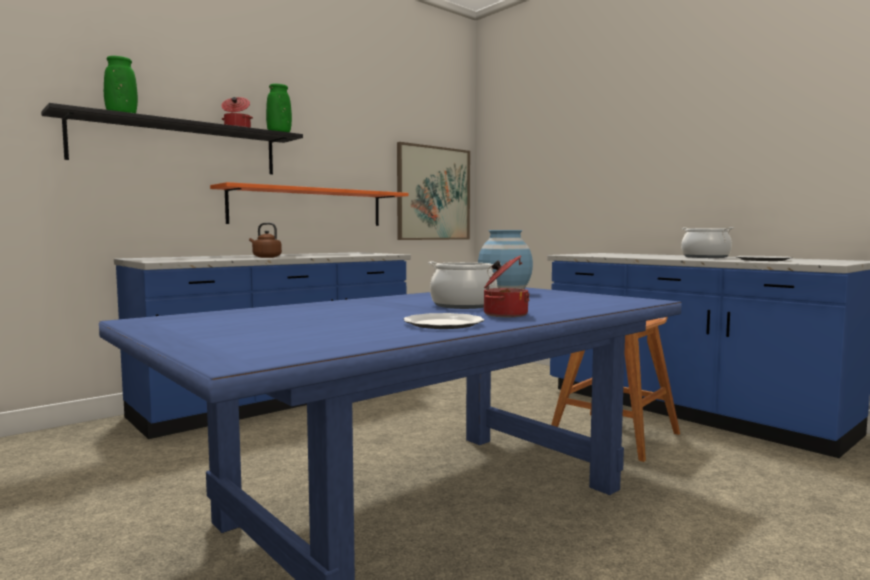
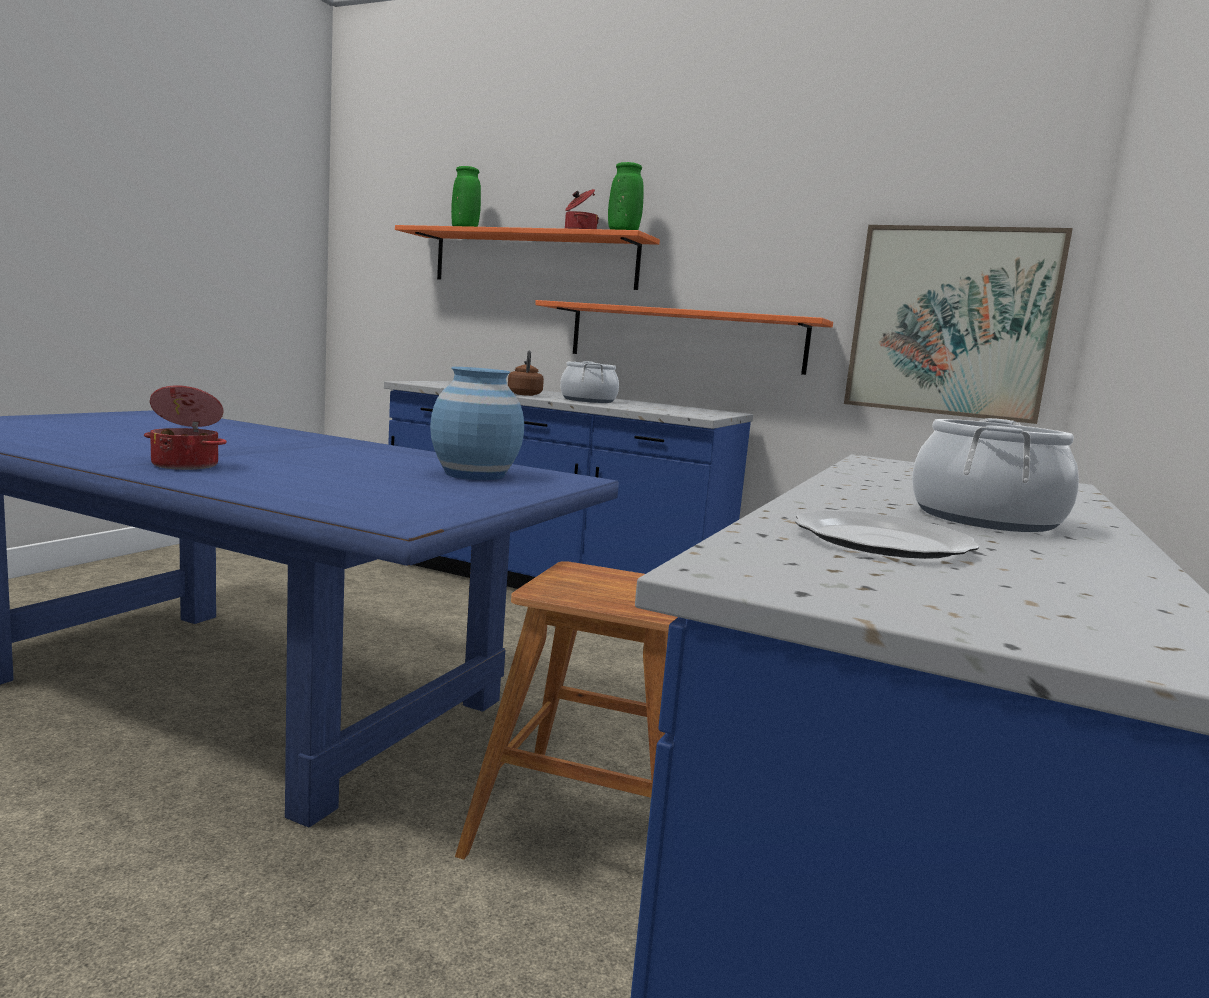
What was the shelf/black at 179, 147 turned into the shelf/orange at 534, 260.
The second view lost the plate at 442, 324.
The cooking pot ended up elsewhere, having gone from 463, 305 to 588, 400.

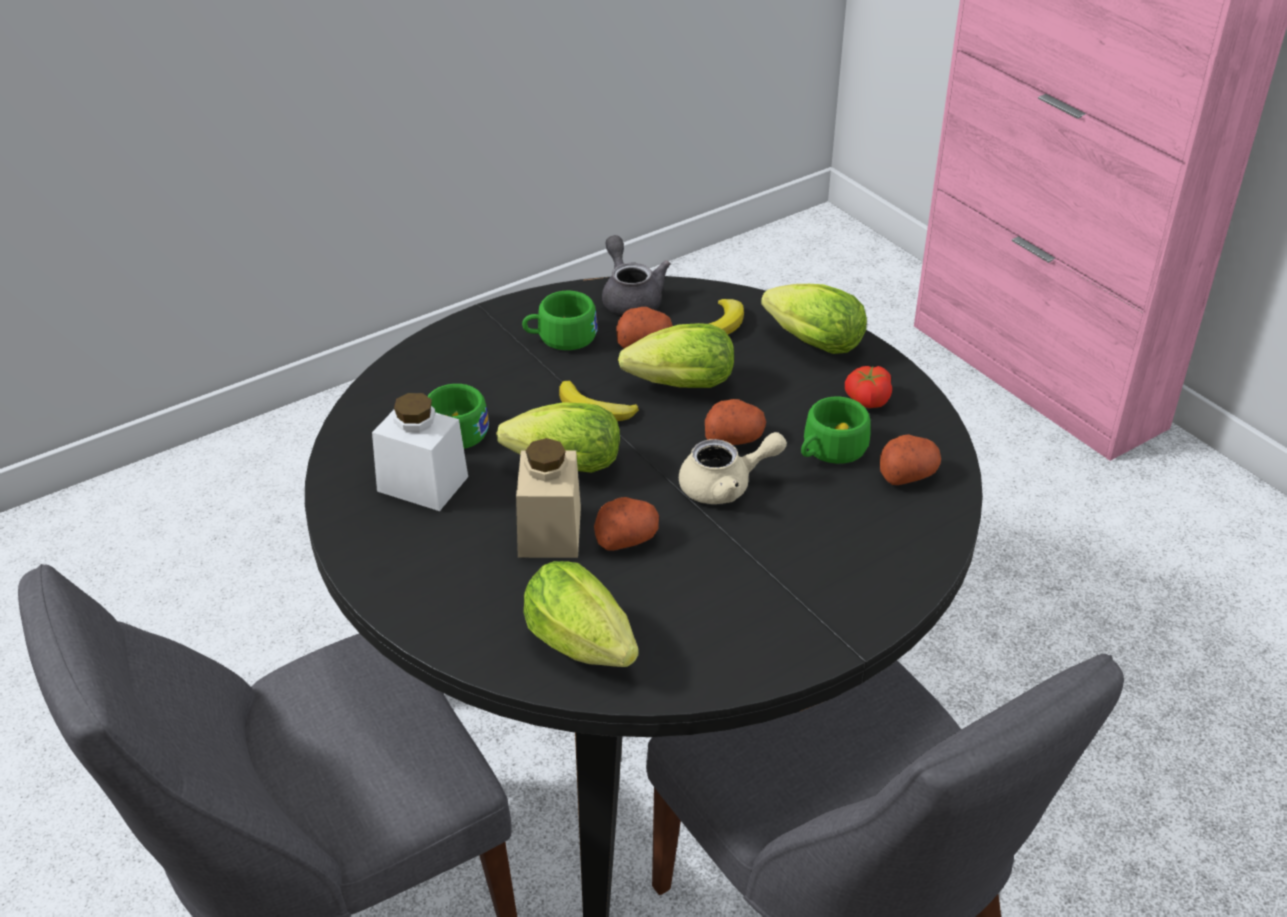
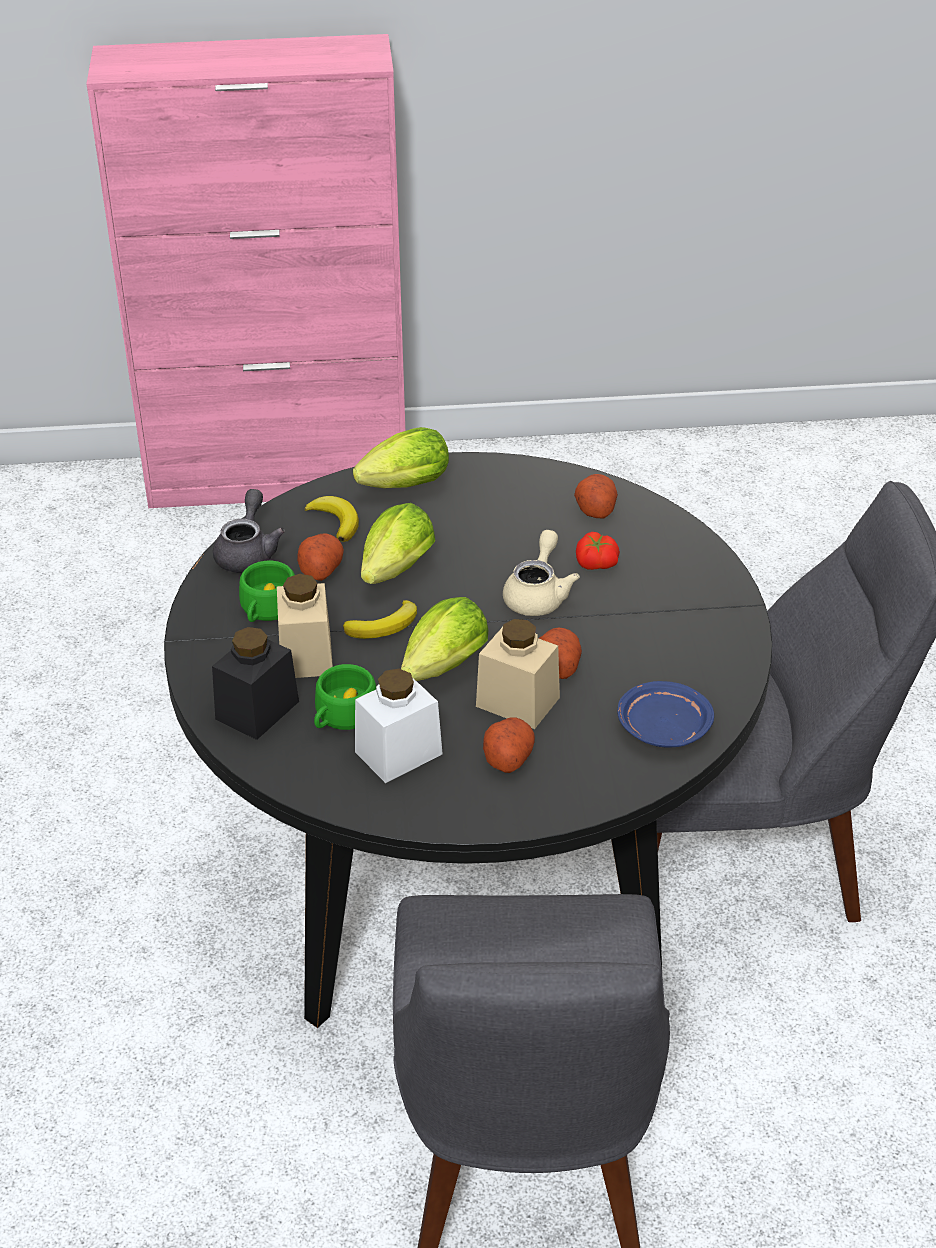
Where the lettuce stood at 586, 649, the plate/blue came to stand at 662, 727.
The teapot/grey at 630, 297 ended up facing another way, 90 degrees clockwise from before.
The potato ended up elsewhere, having gone from 734, 438 to 508, 756.
The second view lost the cup/green at 829, 450.
The tomato ended up elsewhere, having gone from 866, 399 to 595, 564.
The second view gained the jar/black at 257, 710.
The second view gained the jar/beige at 306, 655.

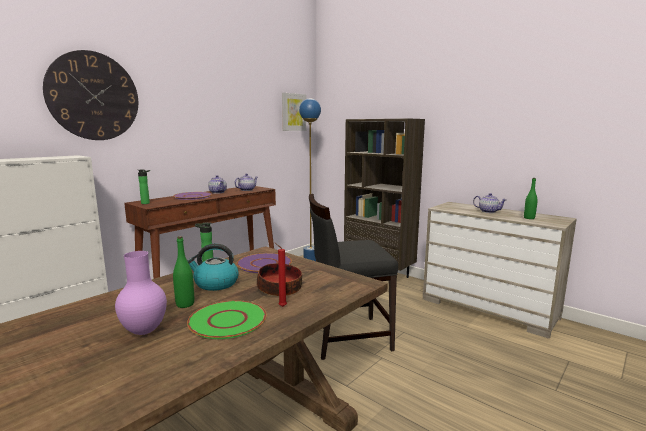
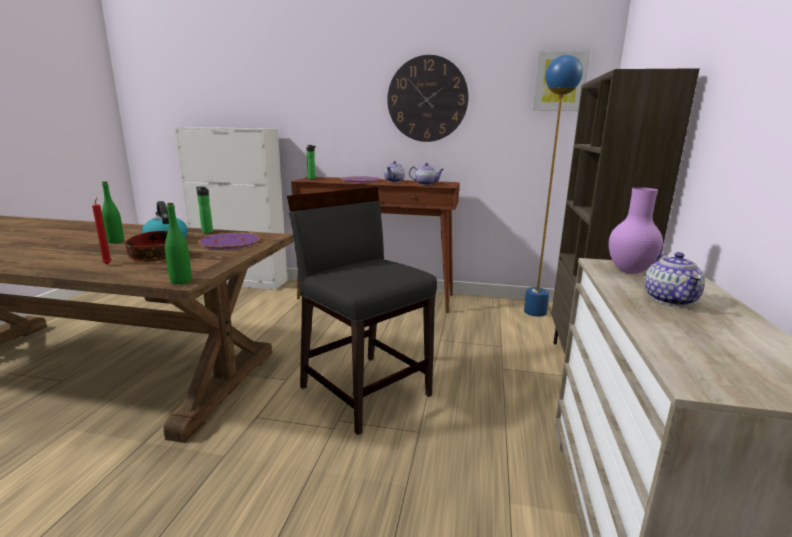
The wall clock ended up elsewhere, having gone from 93, 96 to 427, 99.
The vase/purple ended up elsewhere, having gone from 145, 331 to 630, 272.
The second view lost the plate/green at 227, 321.
The bottle/green ended up elsewhere, having gone from 529, 218 to 181, 281.

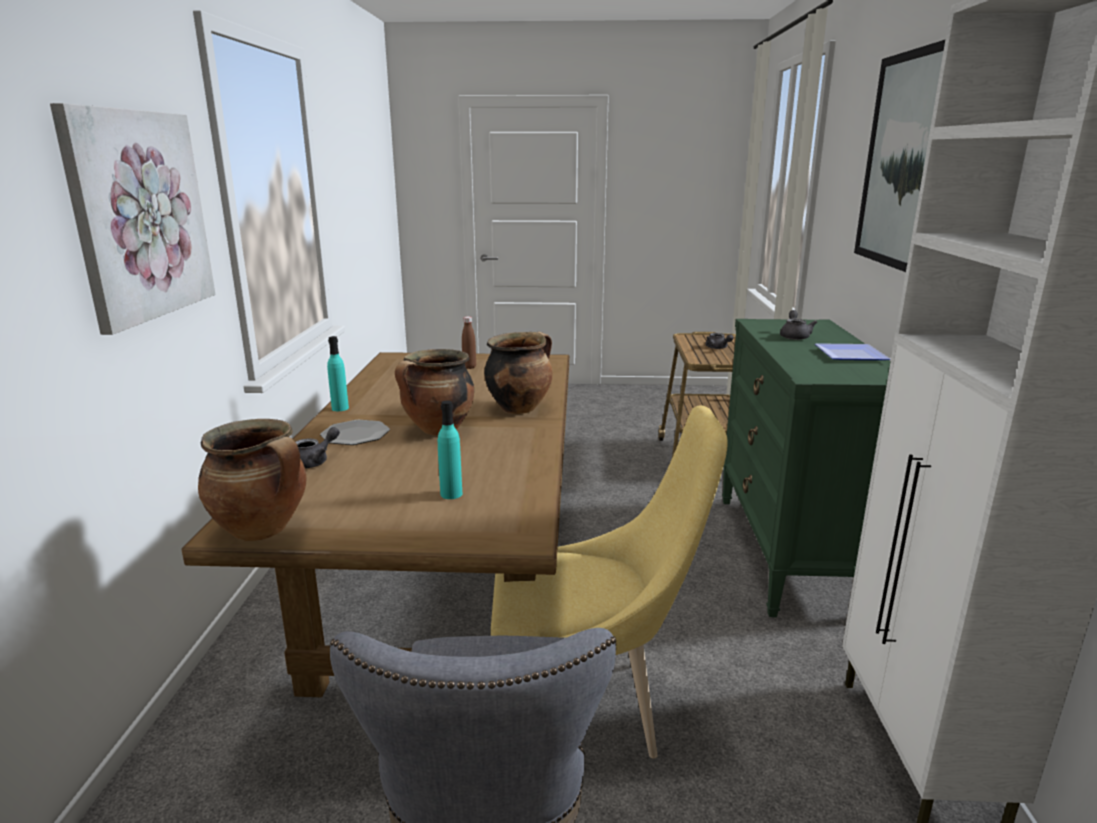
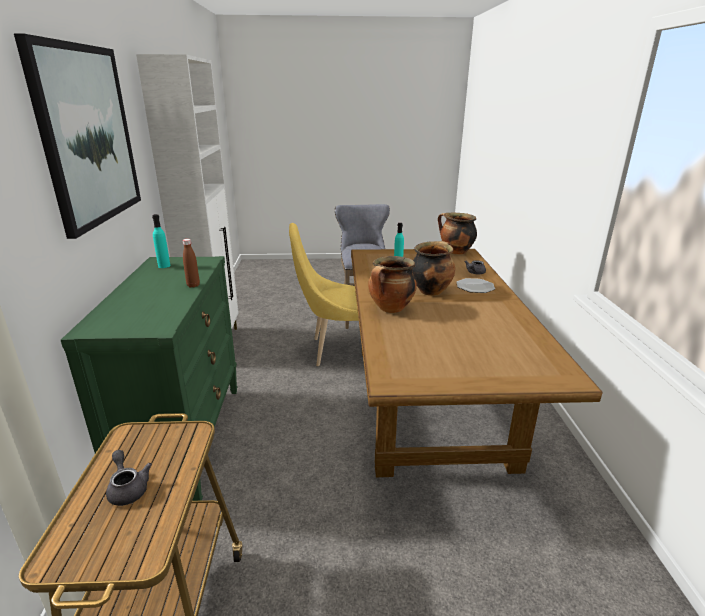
The second view lost the picture at 139, 215.
The bottle/turquoise ended up elsewhere, having gone from 340, 408 to 164, 266.
The bottle/brown ended up elsewhere, having gone from 469, 367 to 193, 285.
The second view lost the teapot/grey at 794, 336.
The second view lost the plate at 849, 356.

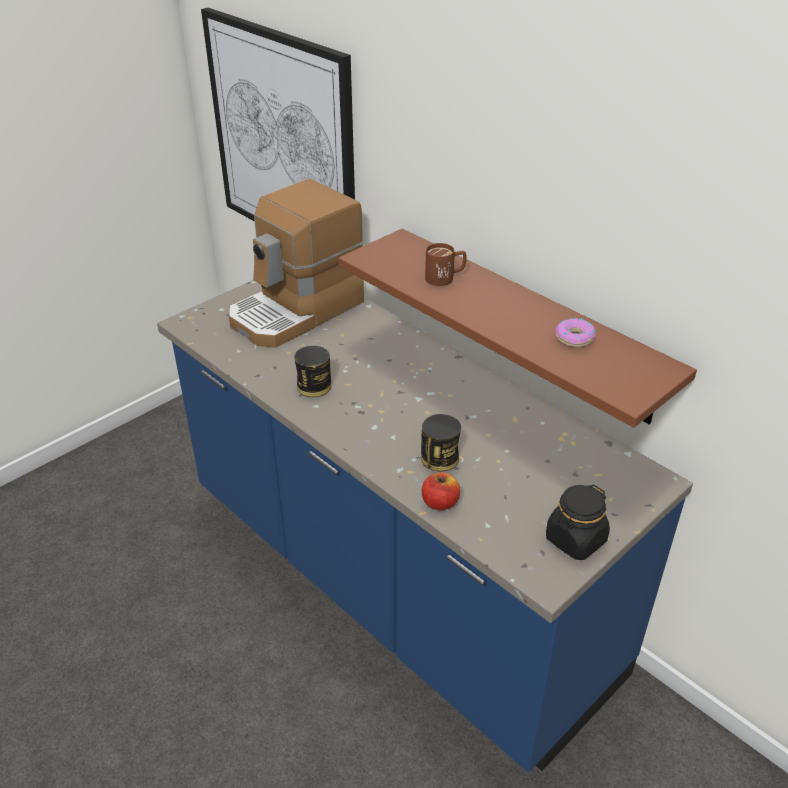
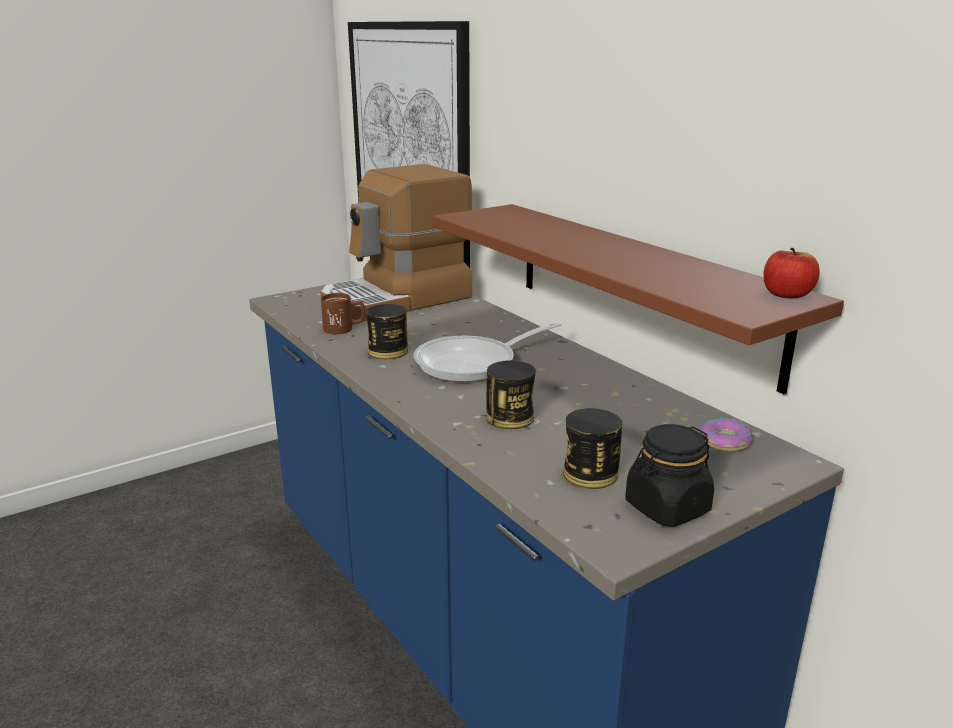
The apple ended up elsewhere, having gone from 440, 502 to 787, 295.
The mug/brown ended up elsewhere, having gone from 445, 278 to 344, 329.
The donut ended up elsewhere, having gone from 575, 338 to 725, 442.
The second view gained the frying pan at 473, 363.
The second view gained the can at 590, 474.

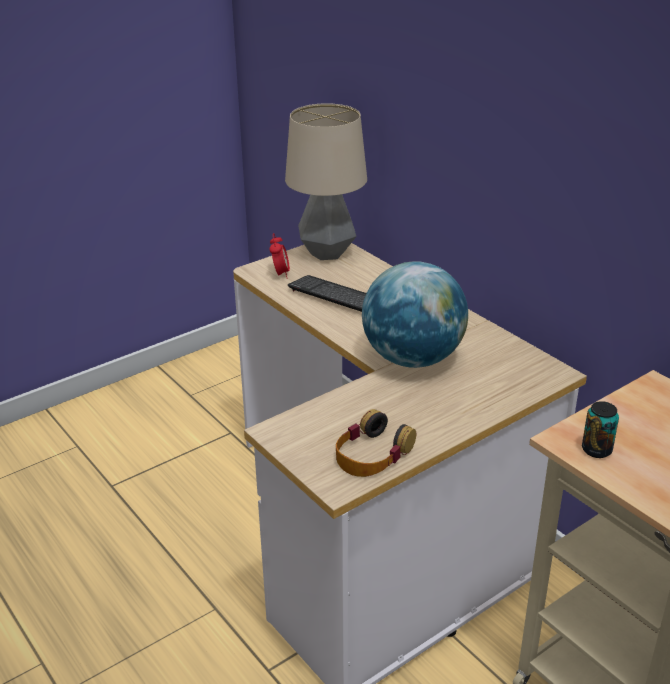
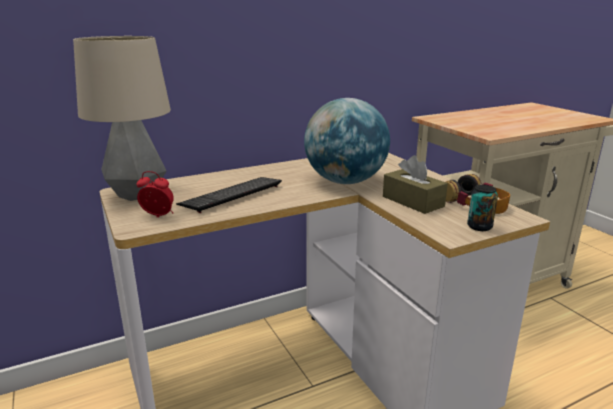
The can ended up elsewhere, having gone from 596, 450 to 479, 227.
The second view gained the tissue box/brown at 412, 201.

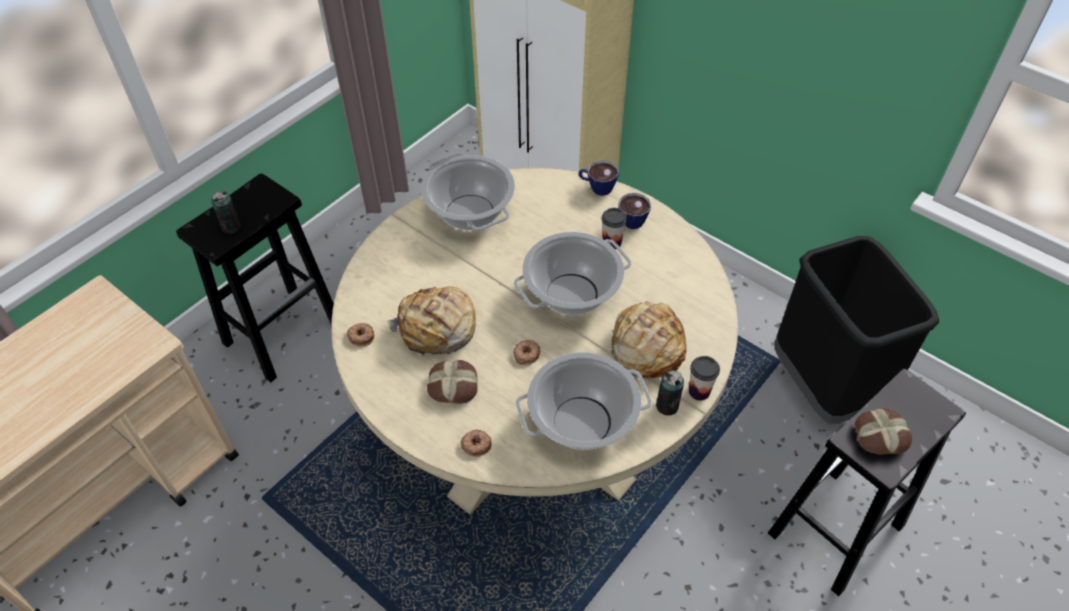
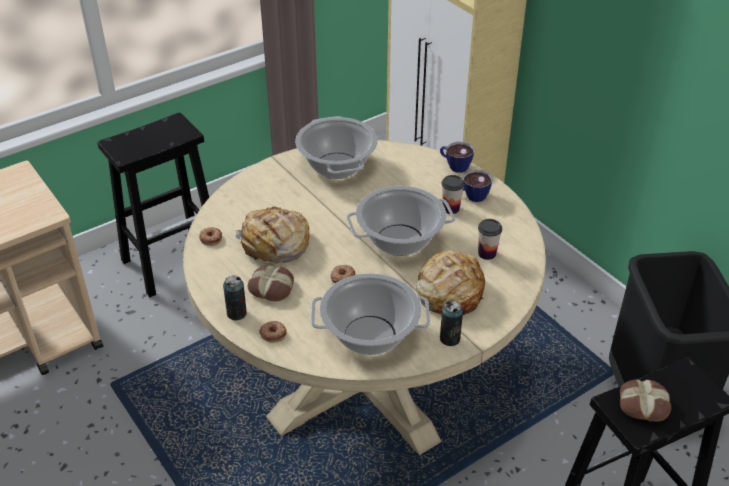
The can ended up elsewhere, having gone from 231, 226 to 236, 313.
The cup ended up elsewhere, having gone from 699, 391 to 487, 253.

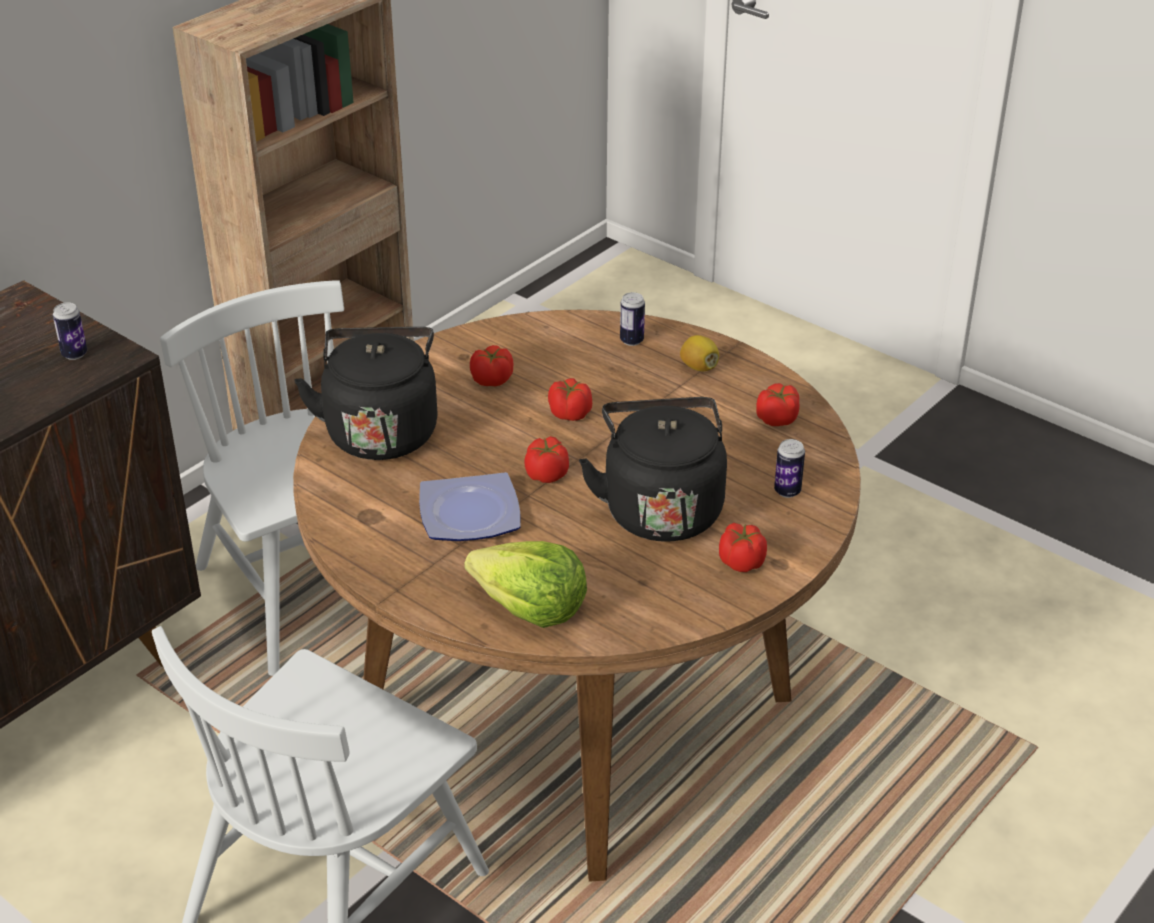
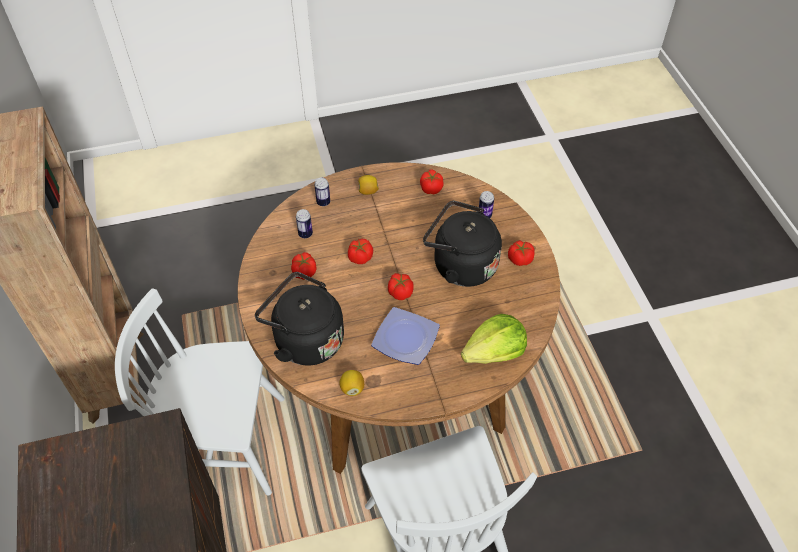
The can ended up elsewhere, having gone from 74, 354 to 305, 234.
The second view gained the lemon at 352, 388.

